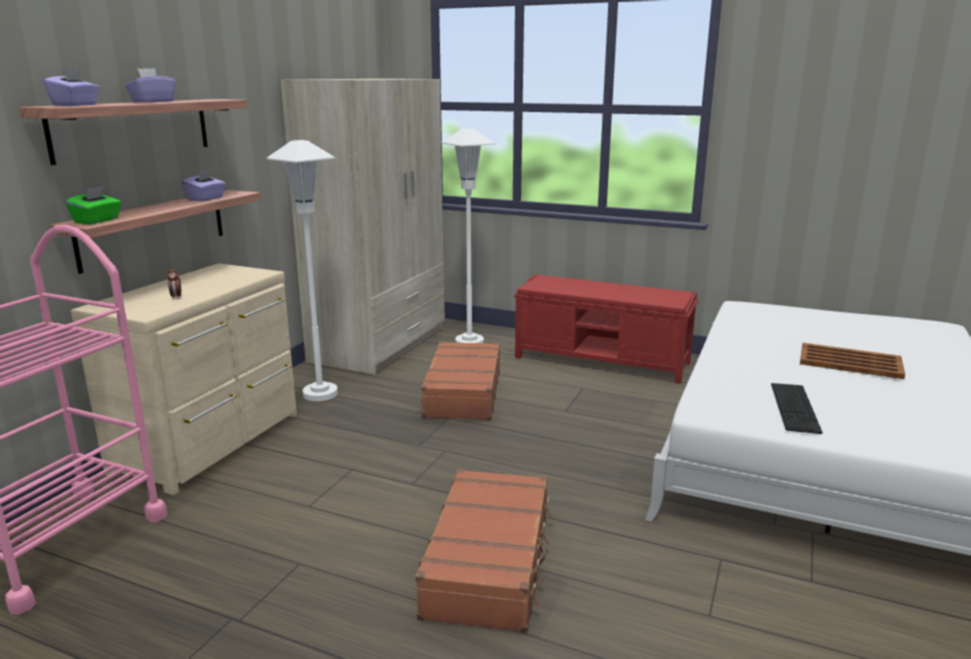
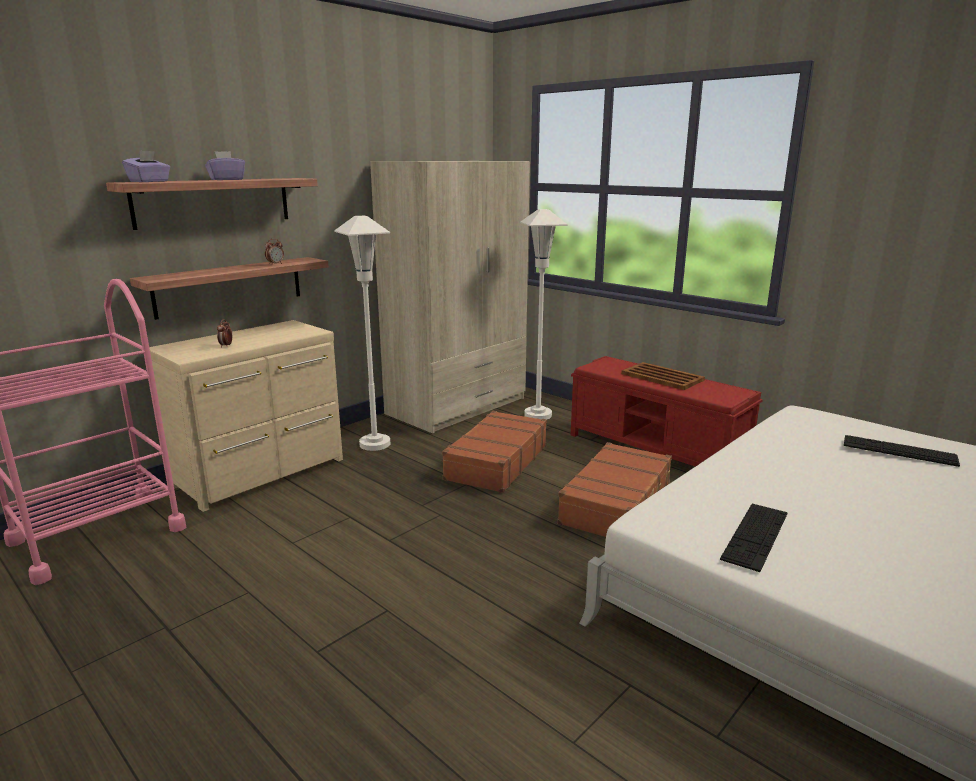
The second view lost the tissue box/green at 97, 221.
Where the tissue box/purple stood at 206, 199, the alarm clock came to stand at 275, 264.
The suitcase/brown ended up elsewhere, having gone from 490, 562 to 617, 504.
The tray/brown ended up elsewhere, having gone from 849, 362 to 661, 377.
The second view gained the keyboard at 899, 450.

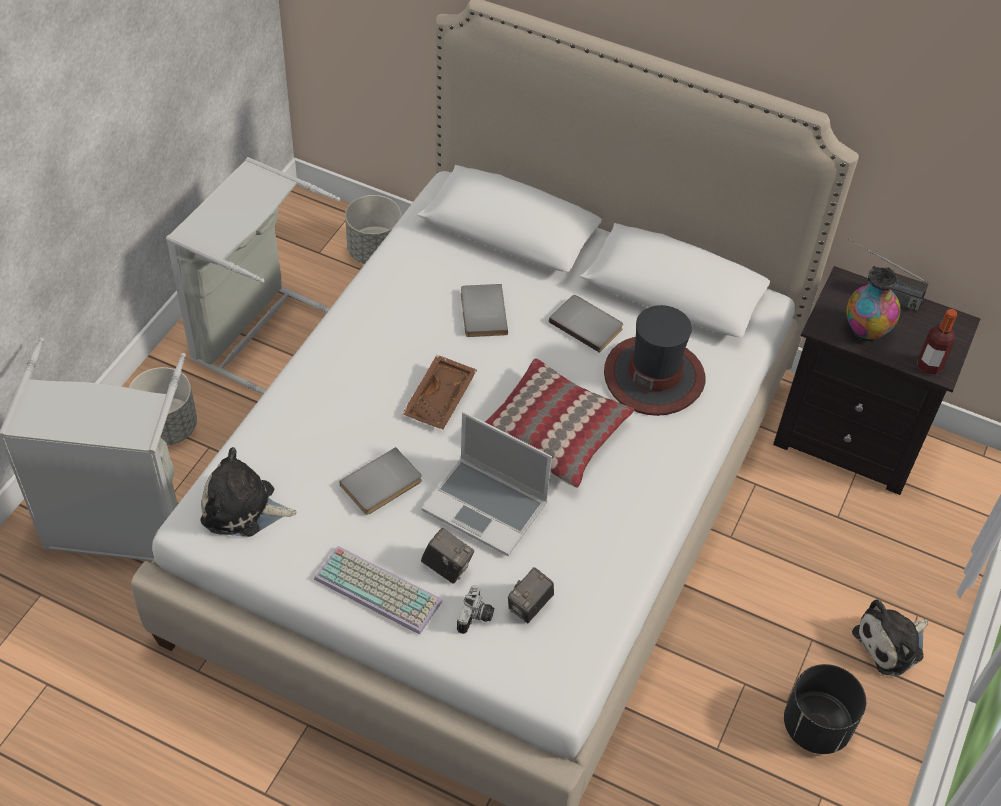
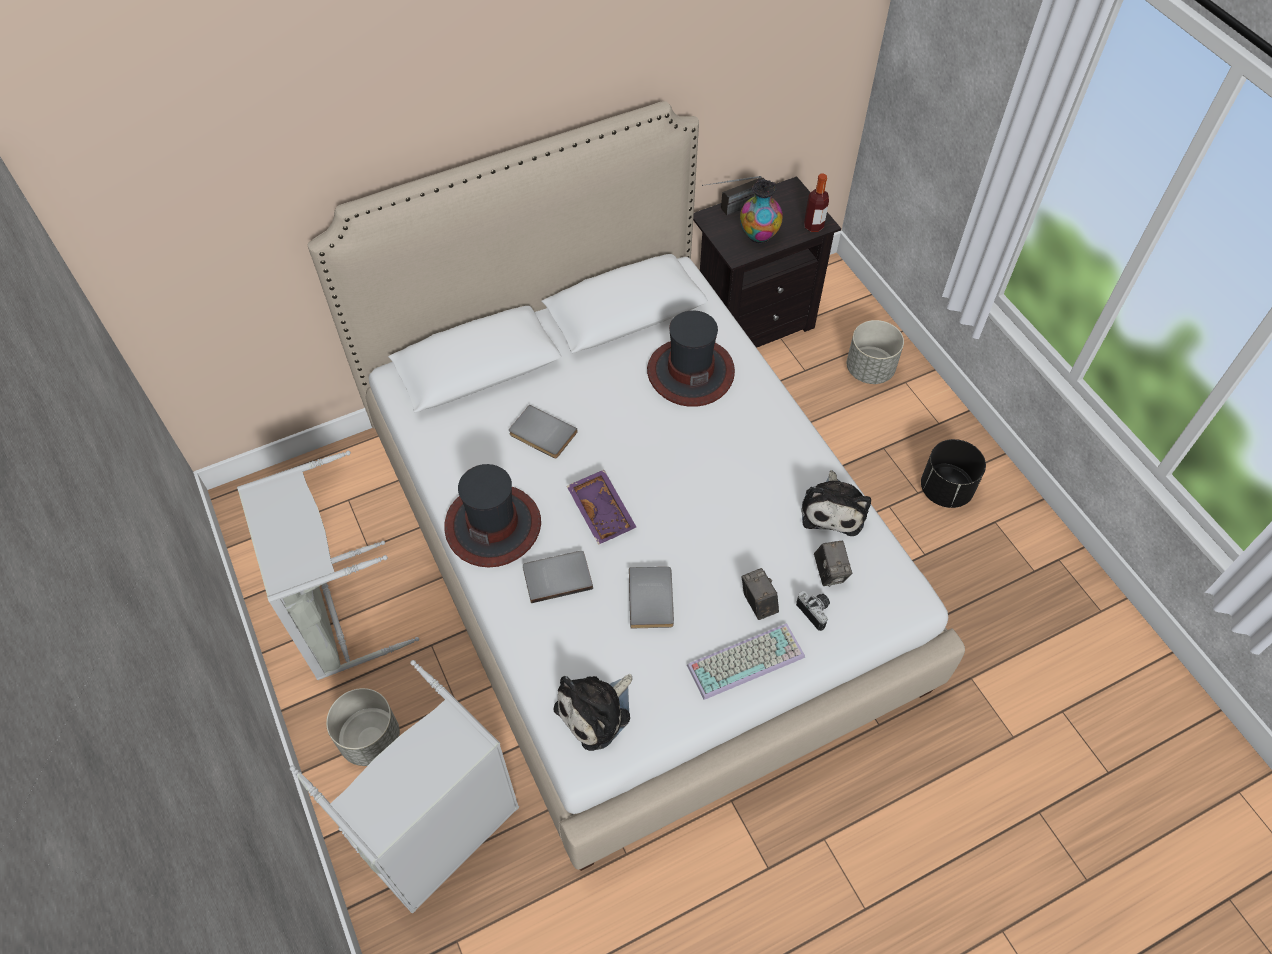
The planter/grey ended up elsewhere, having gone from 375, 252 to 870, 369.
What was the tray/brown at 441, 399 turned into the tray/purple at 603, 511.
The second view lost the laptop at 487, 507.
The photo camera at 447, 567 ended up facing another way, 90 degrees counterclockwise from before.
The second view lost the pillow at 553, 432.
The book/grey ended up elsewhere, having gone from 587, 324 to 557, 576.
The plush toy ended up elsewhere, having gone from 892, 643 to 833, 508.
The second view gained the hat at 493, 525.

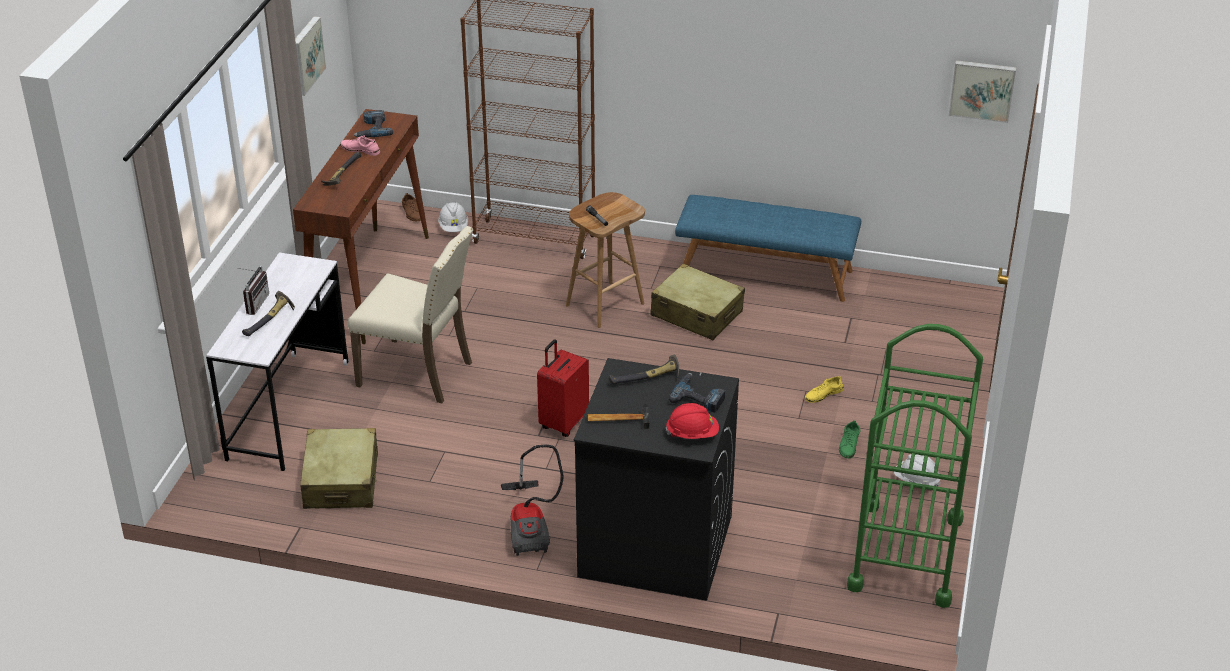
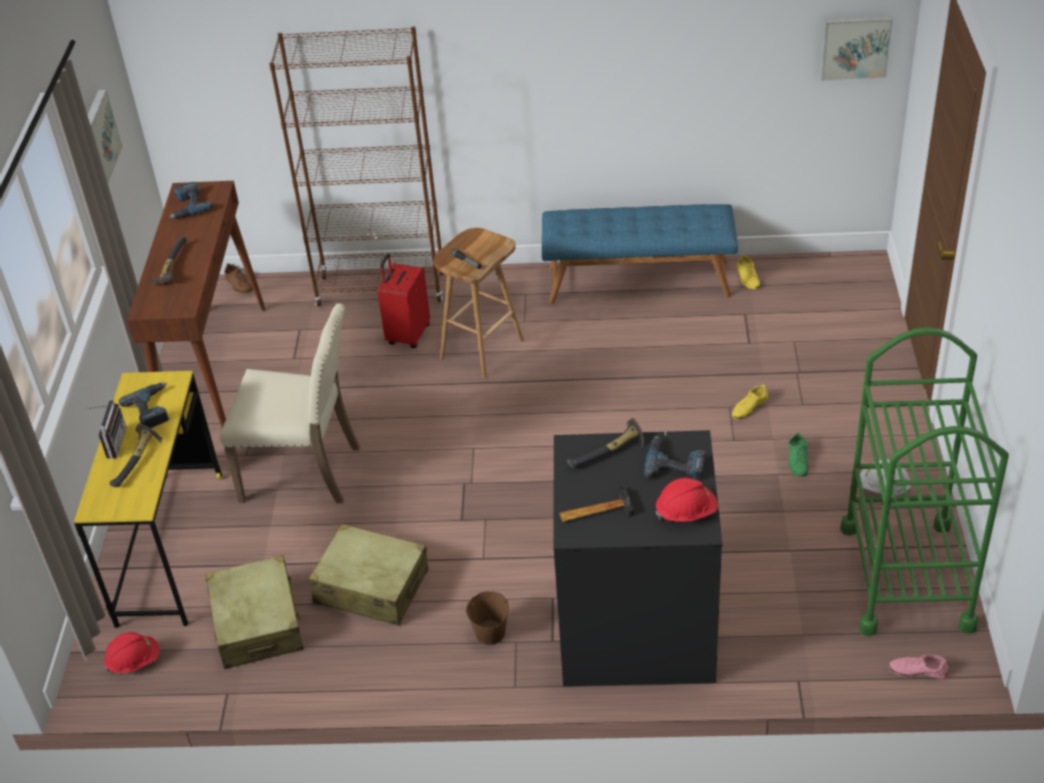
What was the desk/white at 288, 410 turned into the desk/yellow at 170, 548.
The shoe/pink ended up elsewhere, having gone from 360, 150 to 918, 670.
The second view lost the hard hat/white at 453, 227.
Where the vacuum cleaner stood at 531, 526, the bucket/brown came to stand at 490, 633.
The suitcase/red ended up elsewhere, having gone from 563, 422 to 407, 335.
The suitcase/beige ended up elsewhere, having gone from 696, 314 to 371, 587.
The second view gained the hard hat/red at 134, 661.
The second view gained the power drill at 152, 409.
The second view gained the shoe/yellow at 748, 278.

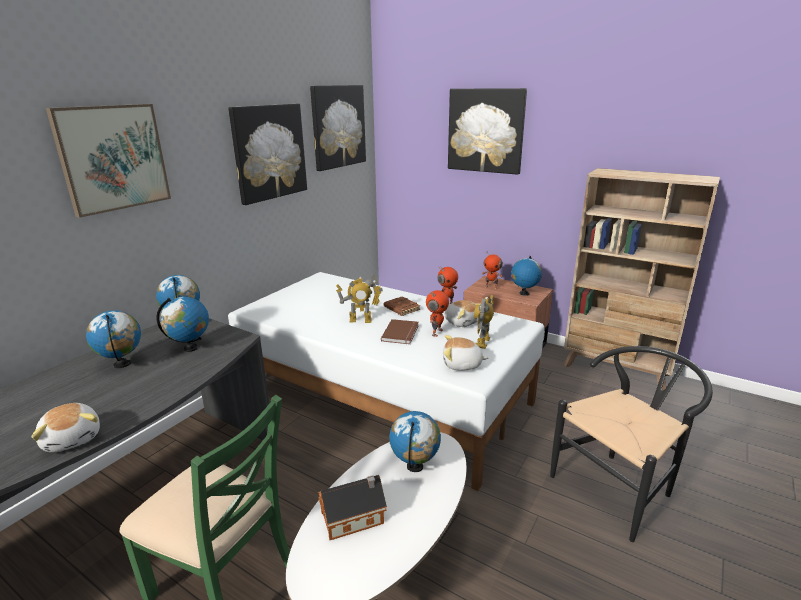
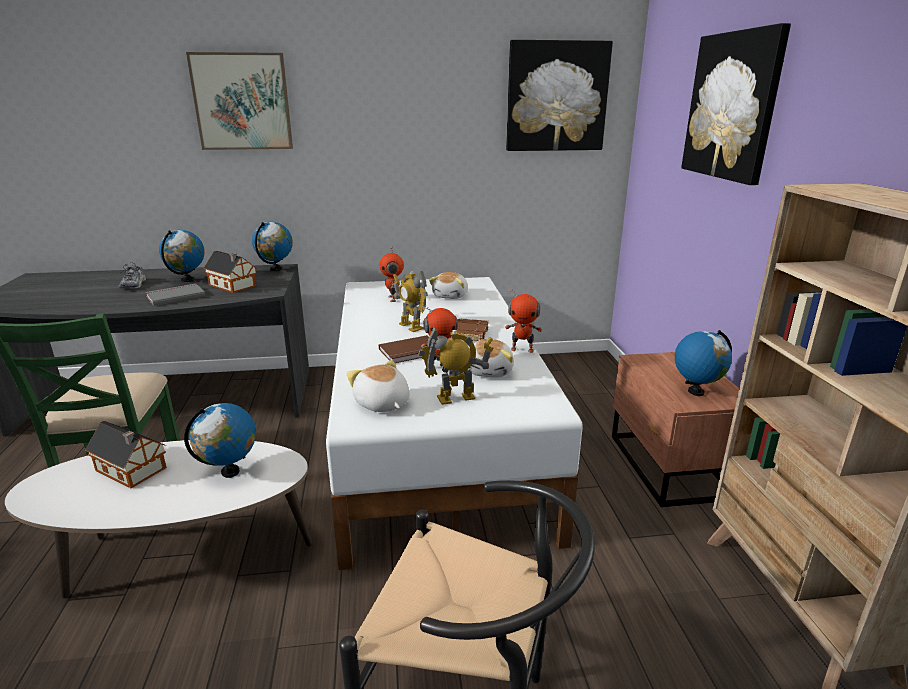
The plush toy ended up elsewhere, having gone from 73, 438 to 451, 296.
Where the globe stood at 190, 348, the toy house came to stand at 233, 286.
The second view lost the picture at 269, 152.
The toy robot ended up elsewhere, having gone from 491, 287 to 393, 299.
The second view gained the shoe at 134, 285.
The second view gained the book/grey at 175, 296.

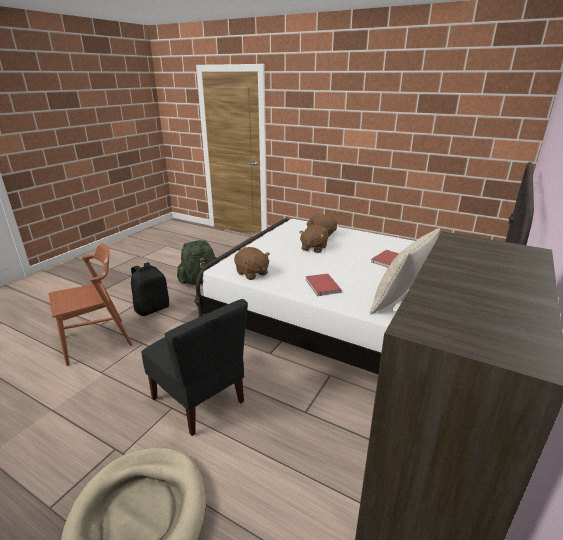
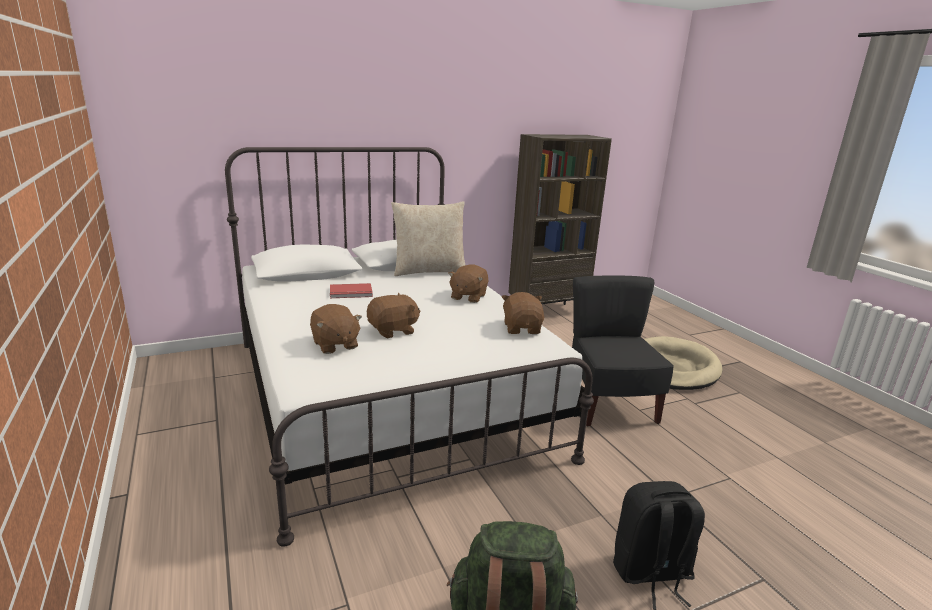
The second view lost the chair/brown at 96, 341.
Where the book/red stood at 321, 286, the plush toy/brown came to stand at 468, 297.

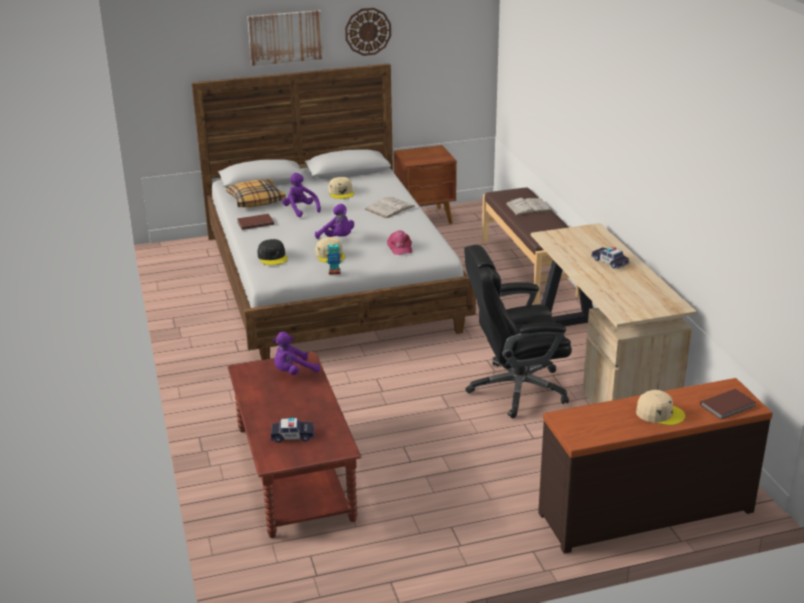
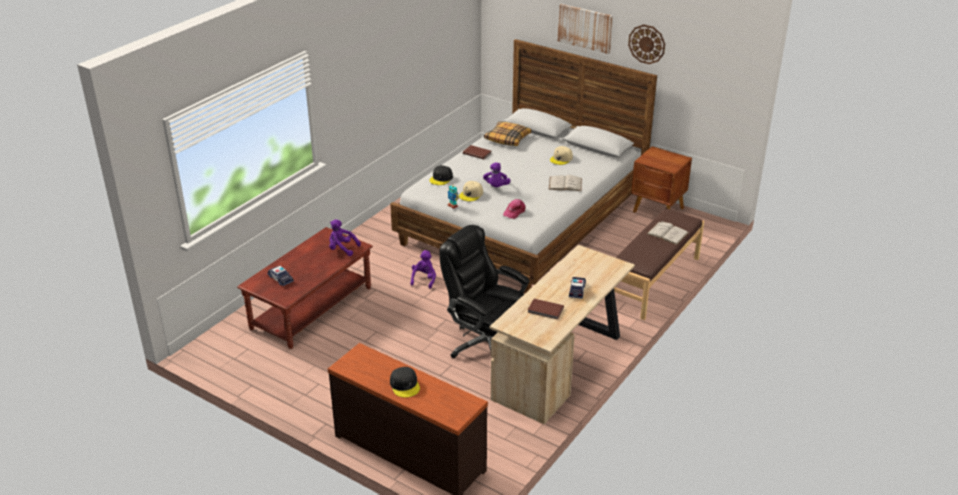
The plush toy/purple ended up elsewhere, having gone from 300, 210 to 424, 279.
What was the cap/beige at 659, 413 turned into the cap/black at 405, 385.
The book/brown ended up elsewhere, having gone from 728, 406 to 545, 310.

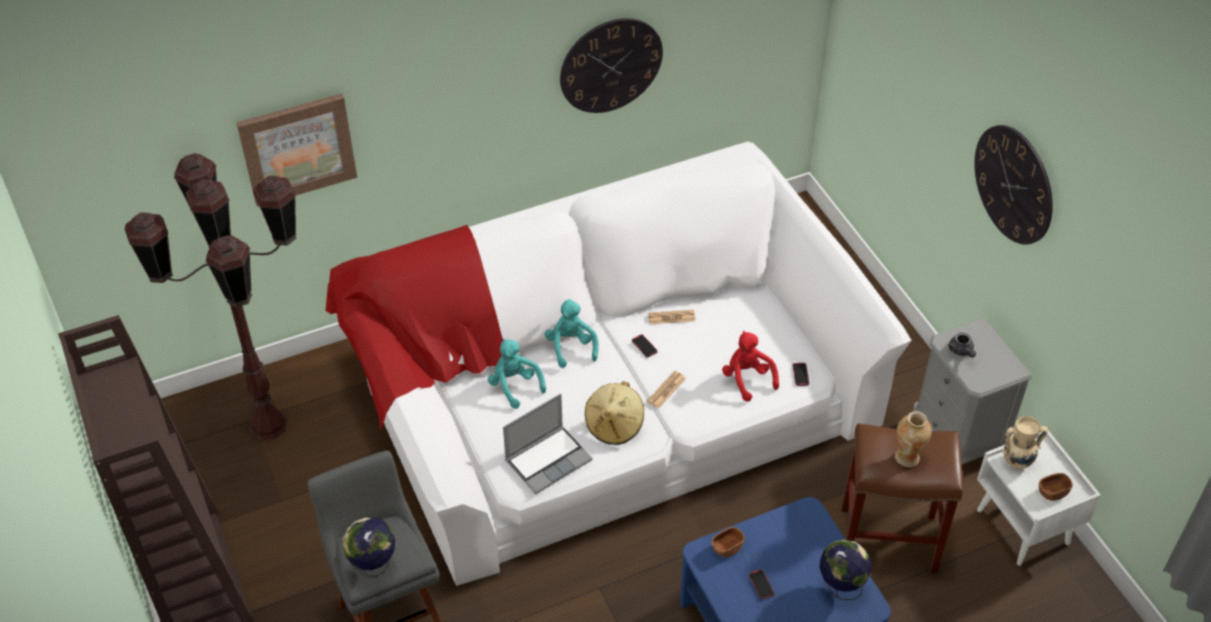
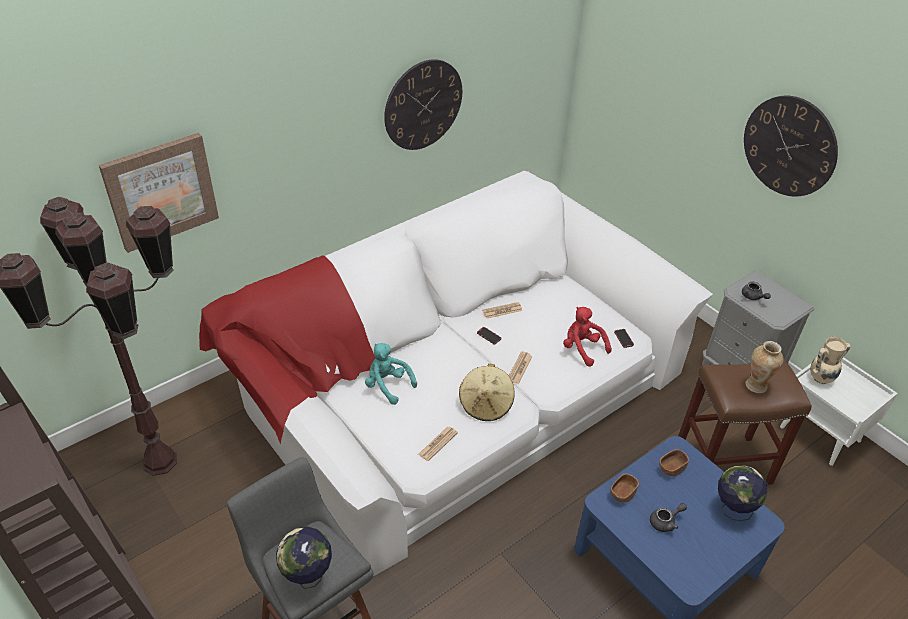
Where the laptop stood at 548, 459, the newspaper came to stand at 438, 443.
The second view lost the plush toy/turquoise at 571, 347.
Where the phone stood at 761, 585, the teapot/grey came to stand at 665, 522.
The bowl/brown ended up elsewhere, having gone from 1052, 492 to 671, 468.

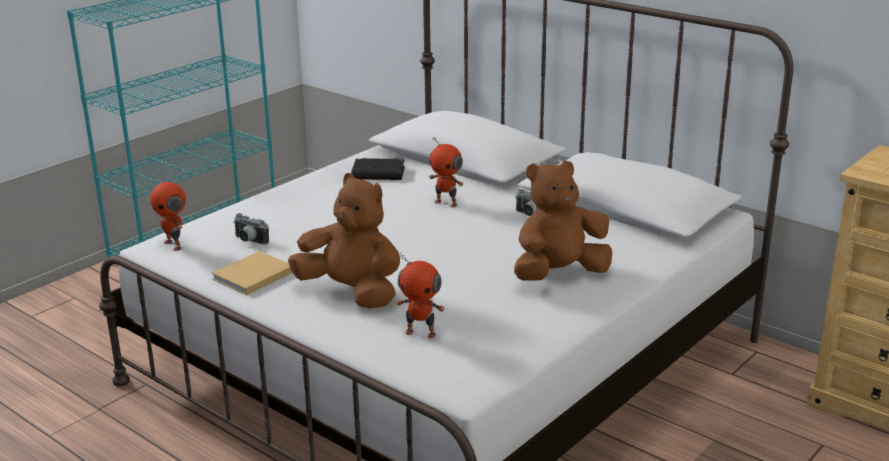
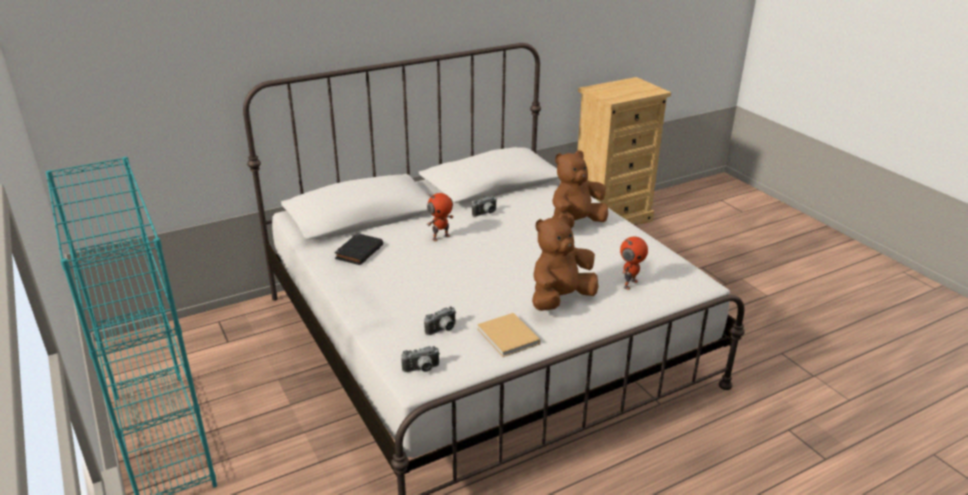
Where the toy robot stood at 174, 245, the photo camera came to stand at 422, 370.
The plush toy/brown at 559, 274 ended up facing another way, 60 degrees clockwise from before.

